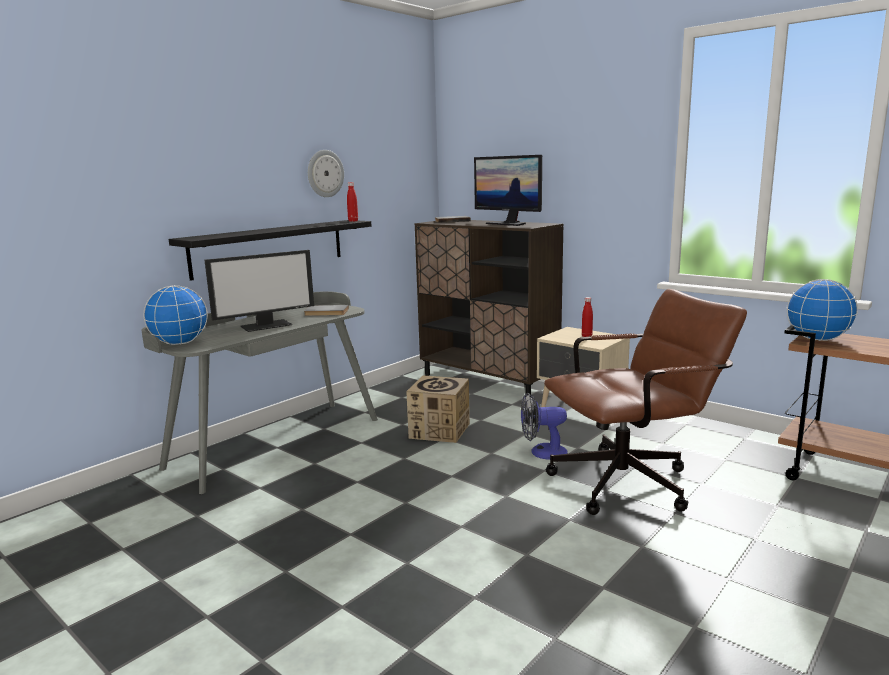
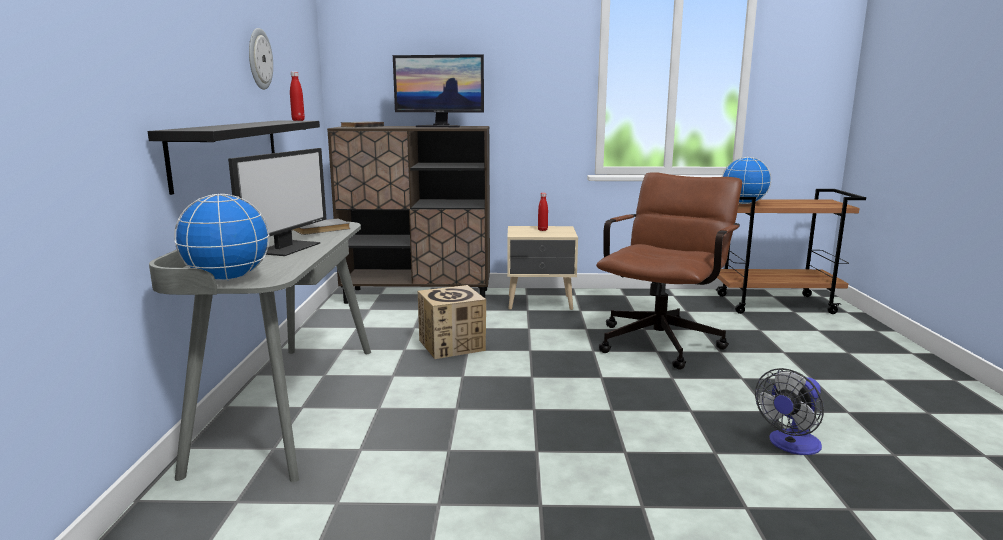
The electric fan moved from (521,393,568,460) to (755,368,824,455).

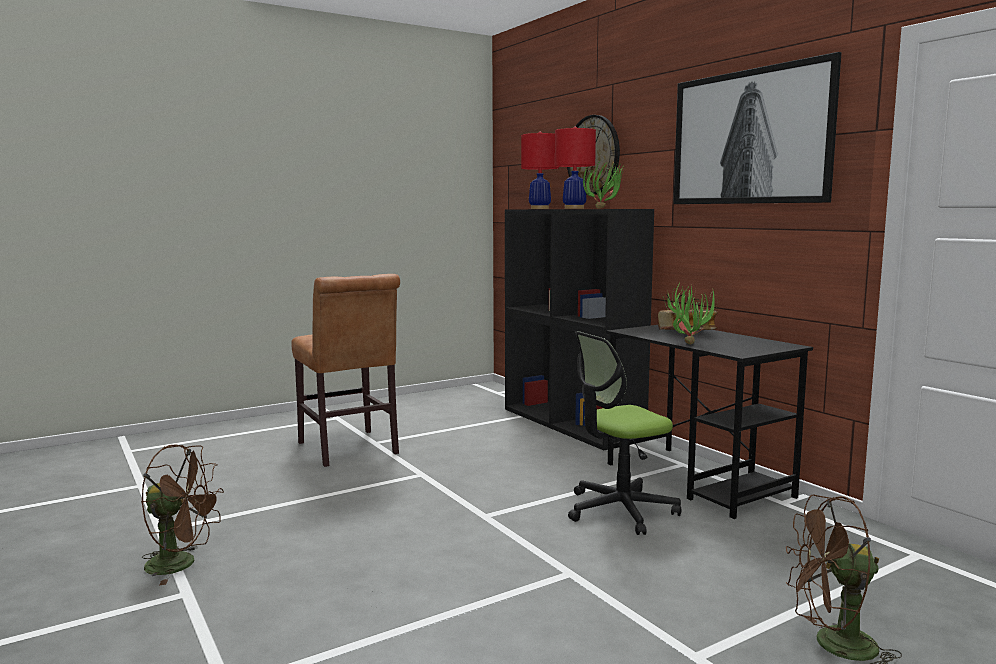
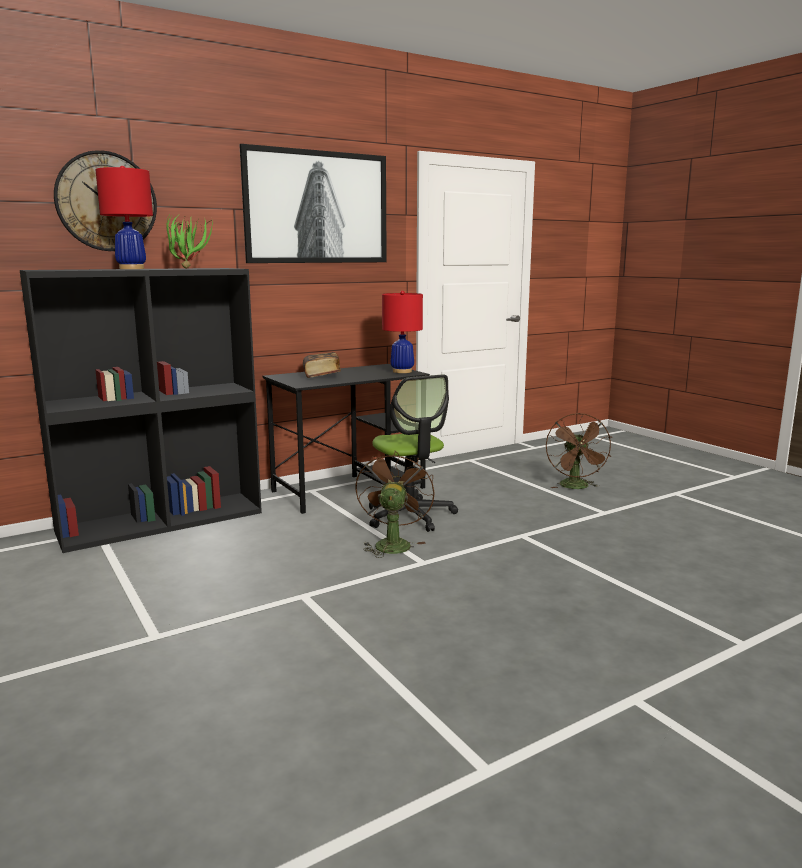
The brown electric fan moved from (141,444,224,586) to (356,451,435,558). The reddish lamp for a table moved from (521,132,559,209) to (382,291,423,373). The brown plain chair at (292,274,400,467) disappeared. The potted plant at (663,283,718,345) disappeared.

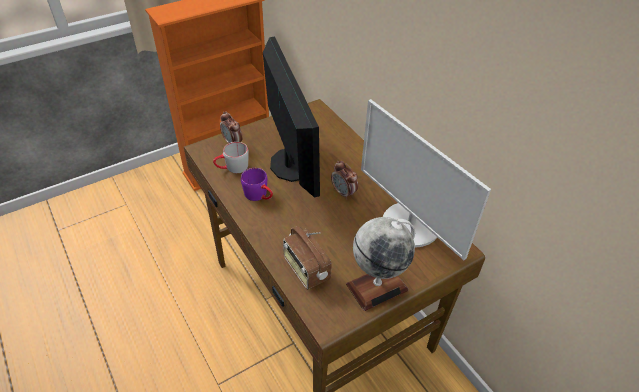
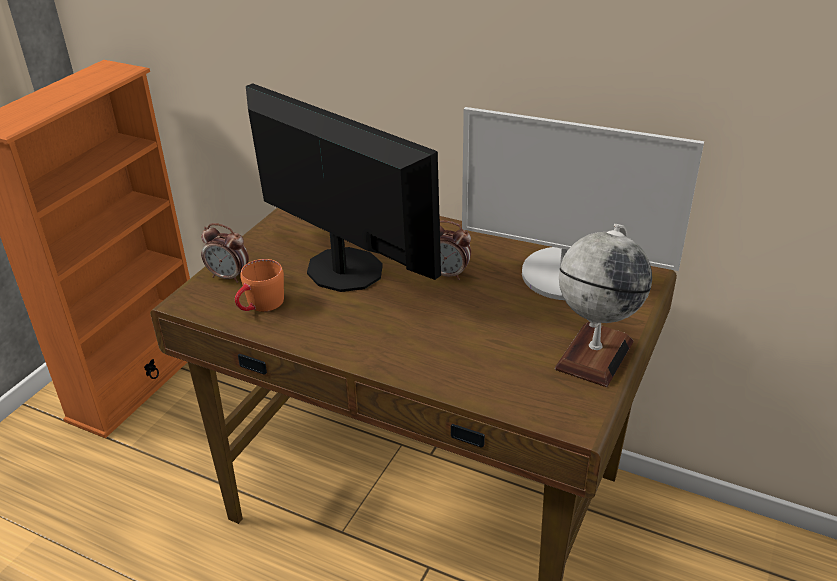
The grey tea mug at (213,142,249,173) became the orange-coloured tea mug at (235,259,284,312). The purplish tea mug at (241,168,273,201) disappeared. The radio at (283,226,332,289) disappeared.

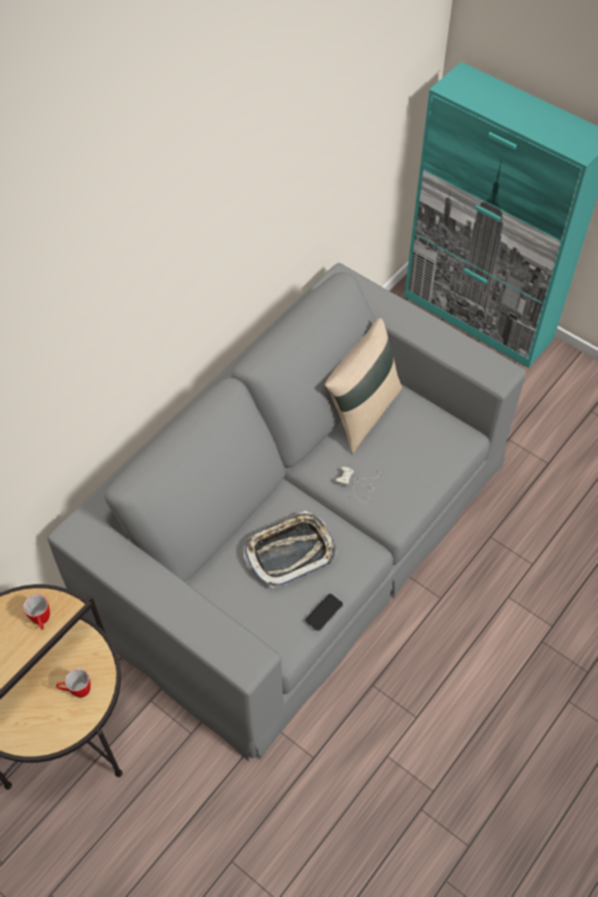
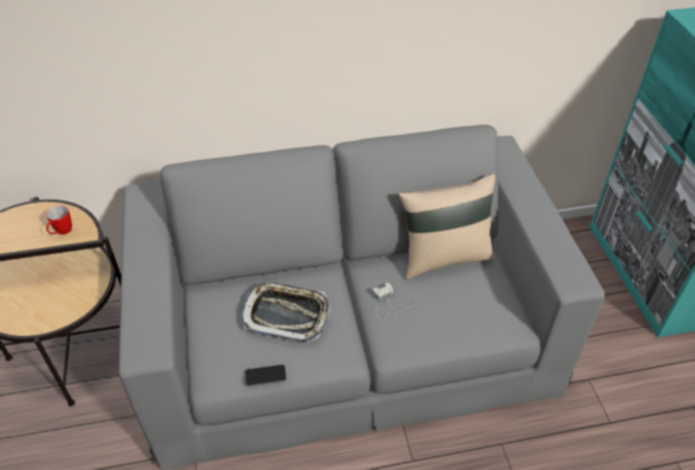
The tea mug at (56,668,91,698) disappeared.

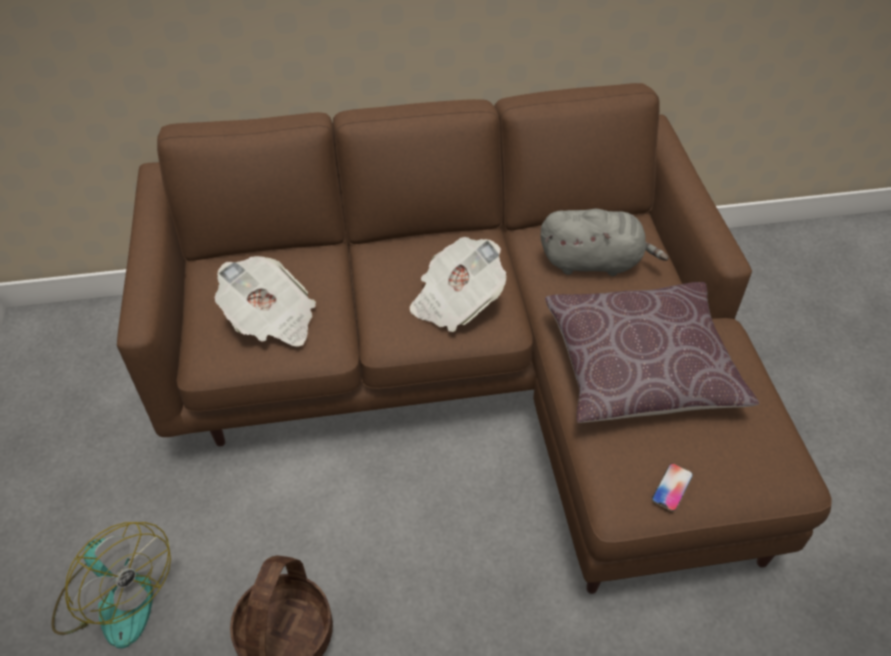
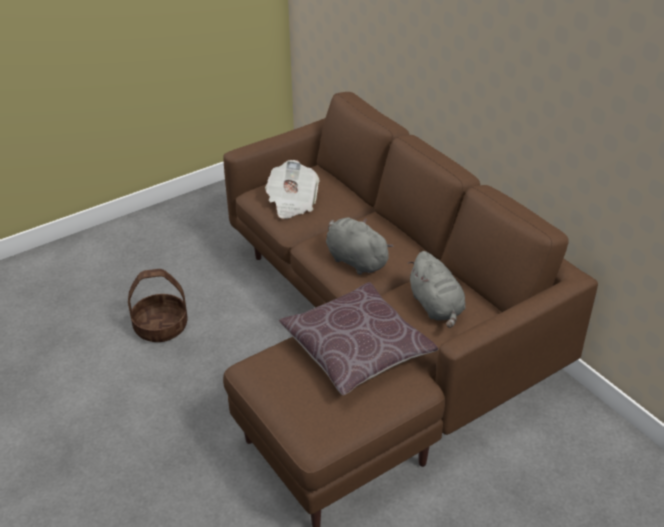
The newspaper at (410,237,507,332) was replaced by the grey soft toy at (326,218,393,275). The electric fan at (51,522,171,649) disappeared. The phone at (652,463,693,512) disappeared.

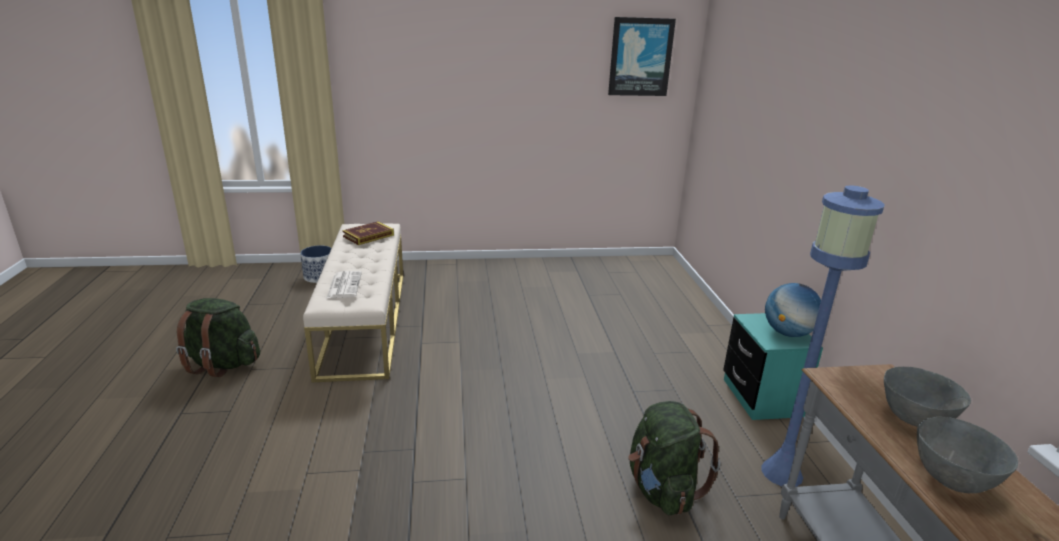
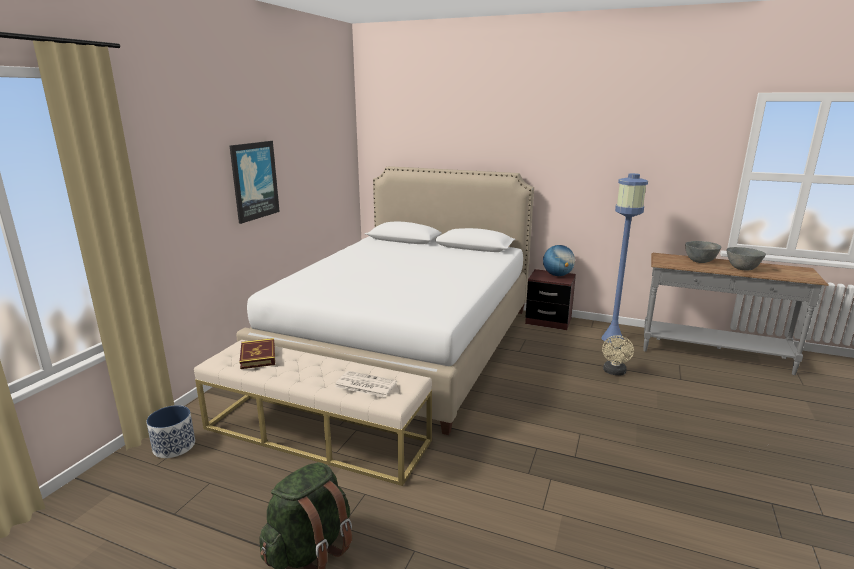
The picture moved from (608,17,676,96) to (230,141,280,224). The whitish bed at (236,166,534,435) appeared. The turquoise bedside table at (723,313,823,420) became the brown bedside table at (525,269,576,330). The greenish knapsack at (629,401,721,515) was replaced by the beige-coloured electric fan at (602,335,634,375).

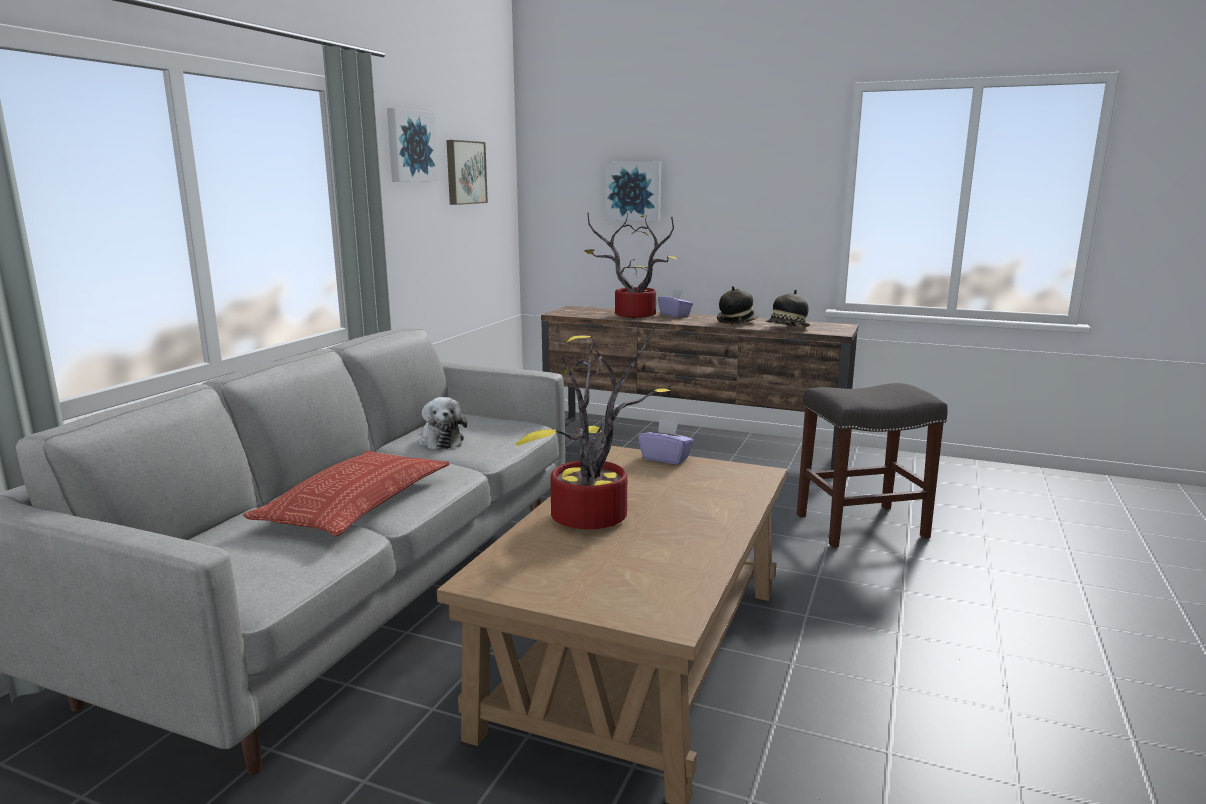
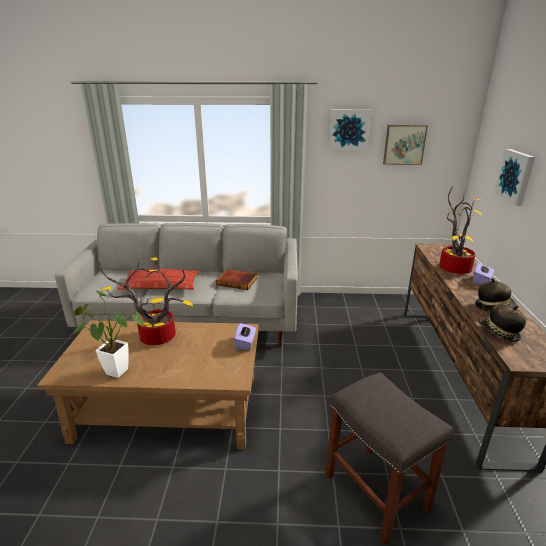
The potted plant at (73,291,143,378) appeared. The soft toy at (418,397,467,450) was replaced by the book at (216,269,257,290).

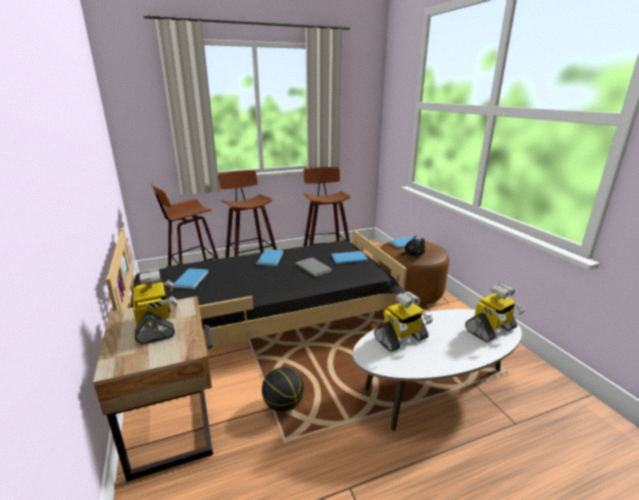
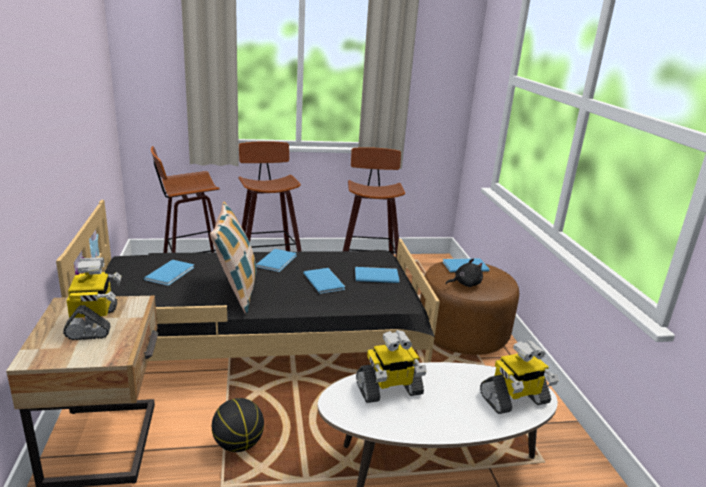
The throw pillow at (210,202,257,314) appeared. The grey book at (295,258,332,277) became the bluish book at (303,268,345,294).

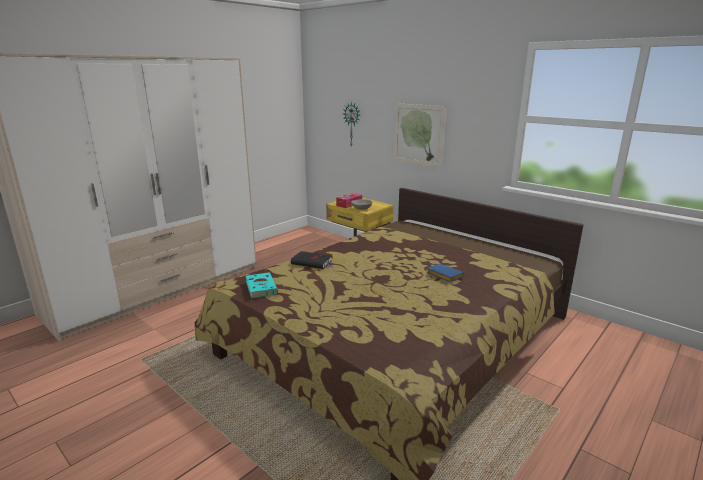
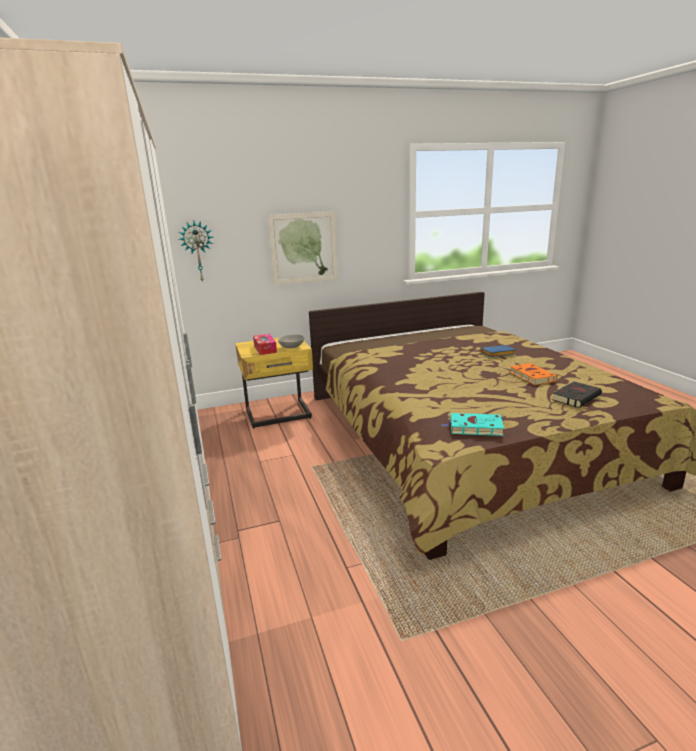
The orange-coloured book at (510,363,557,385) appeared. The blackish book moved from (291,251,334,269) to (552,382,602,408).

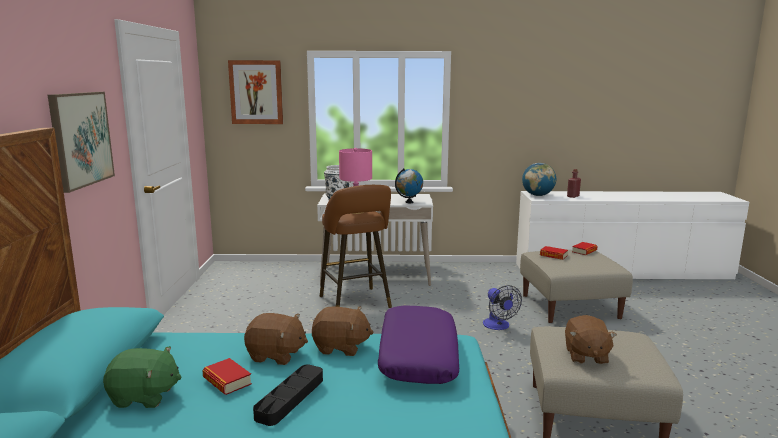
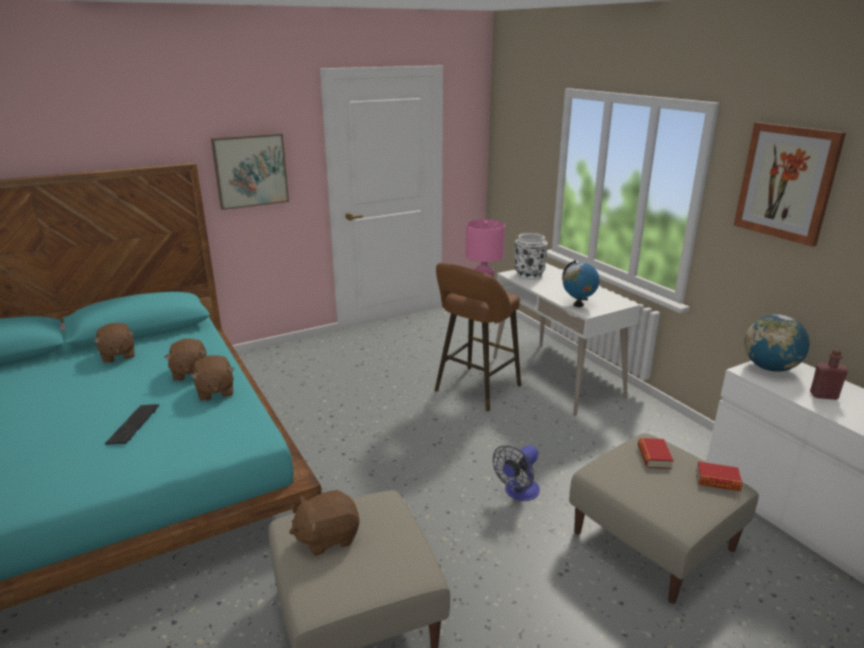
The greenish soft toy at (103,346,181,408) became the brown soft toy at (93,323,134,363). The computer keyboard at (105,404,159,445) appeared. The picture moved from (228,60,283,124) to (734,122,846,247). The book at (202,358,252,395) disappeared. The blackish serving tray at (253,364,323,426) disappeared. The purplish throw pillow at (378,306,459,384) disappeared.

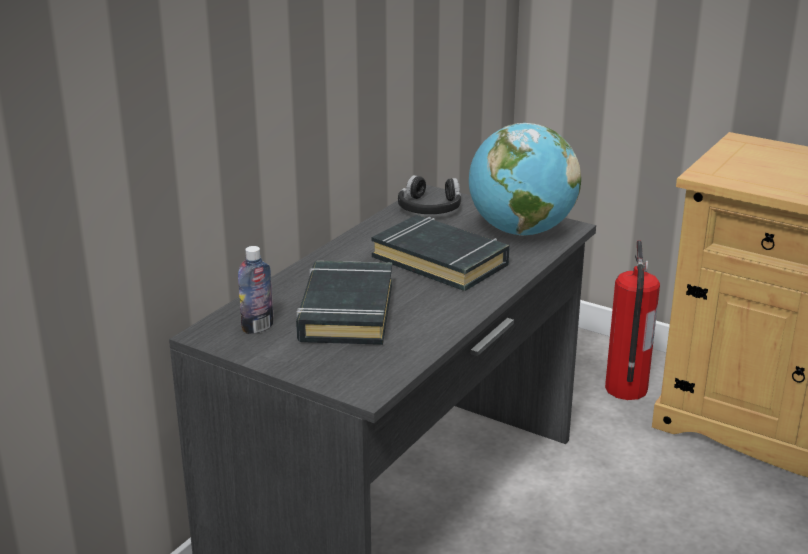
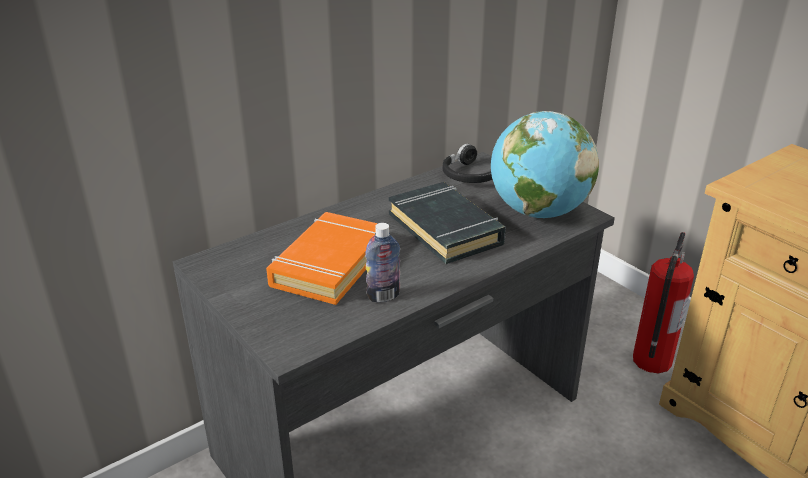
The blackish book at (296,261,392,345) became the orange-coloured book at (266,212,378,305). The drink bottle moved from (238,246,273,334) to (365,223,400,302).

